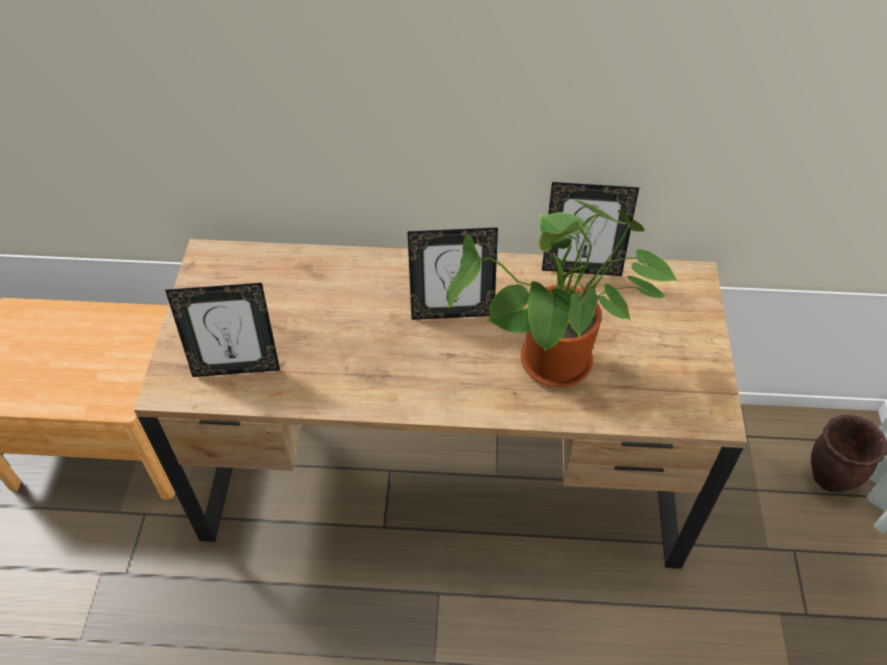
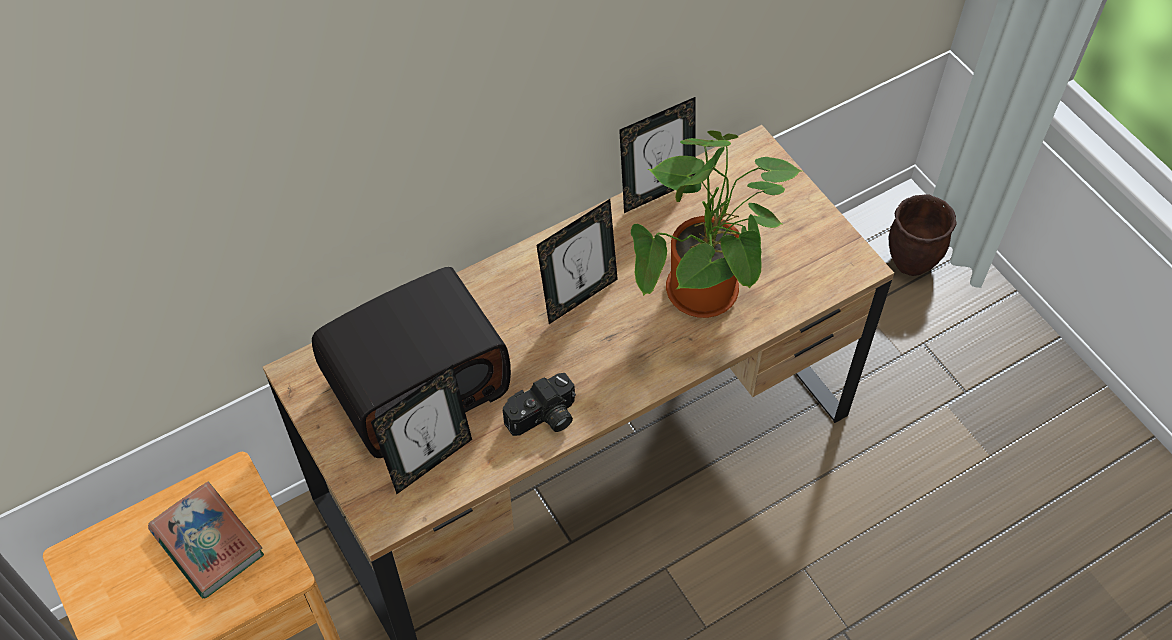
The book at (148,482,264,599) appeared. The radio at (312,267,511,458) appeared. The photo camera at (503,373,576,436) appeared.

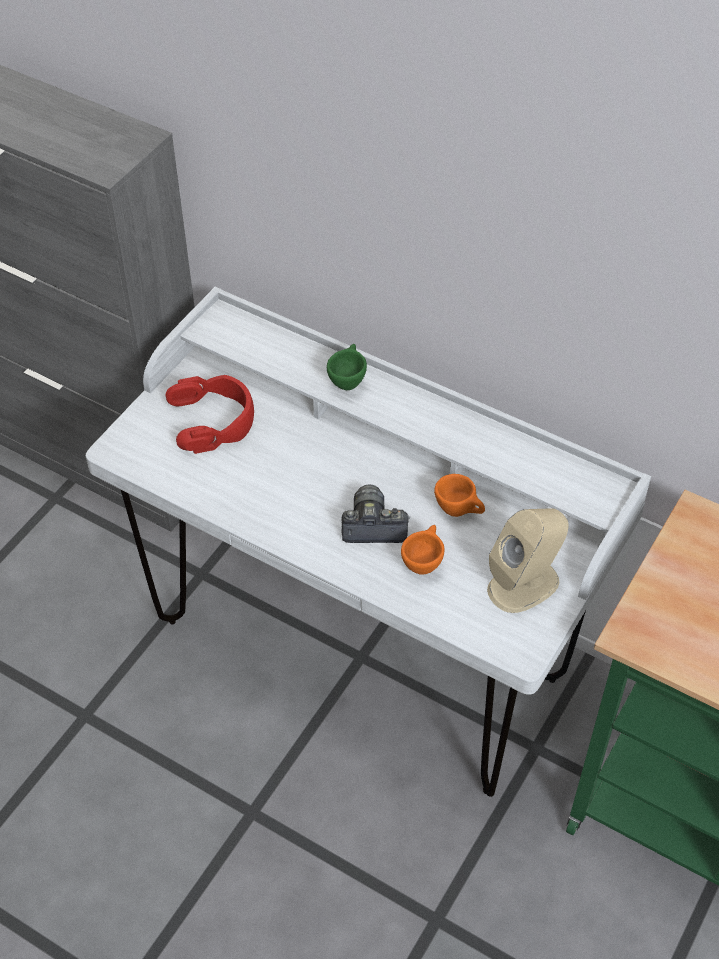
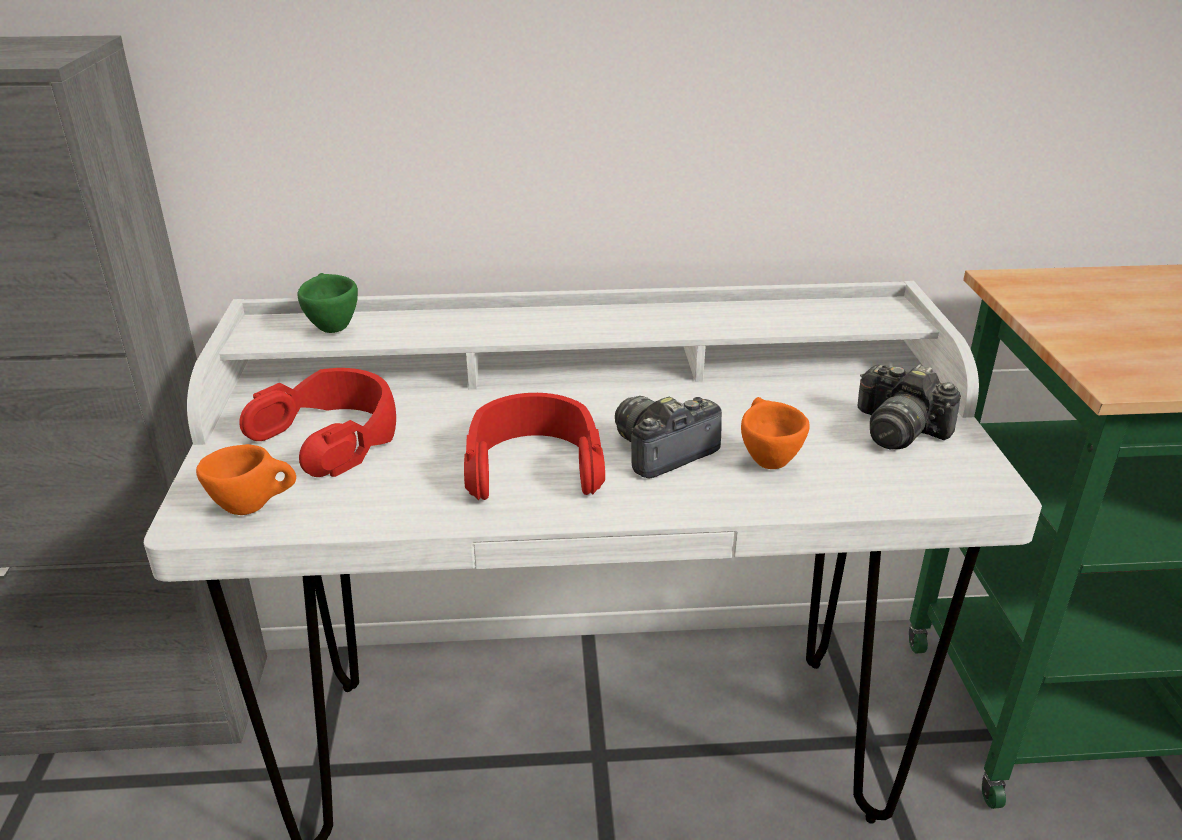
The orange-coloured small cup moved from (434,474,485,517) to (196,444,296,515). The greenish small cup moved from (327,344,367,390) to (297,273,358,333). The reddish headset at (464,393,605,500) appeared. The beige-coloured speaker at (487,508,568,613) was replaced by the photo camera at (857,364,961,450).

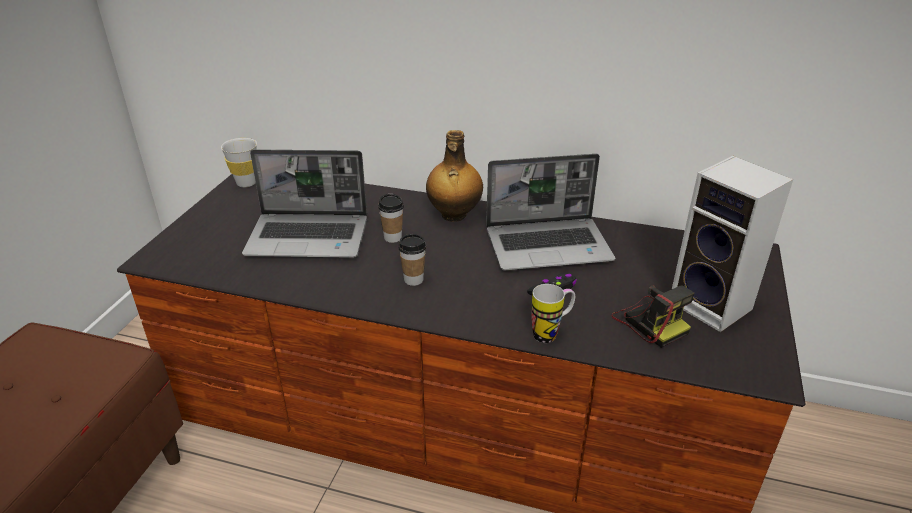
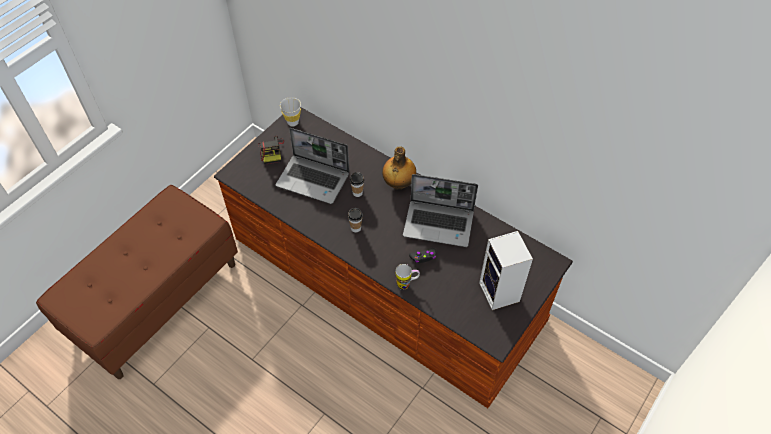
The photo camera moved from (612,285,695,348) to (258,136,284,164).

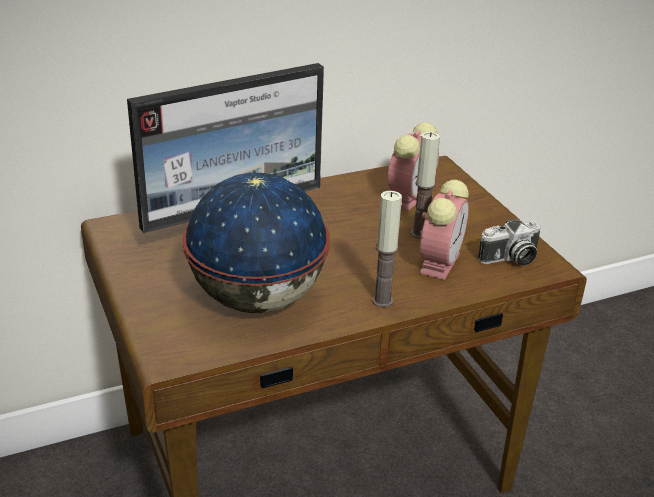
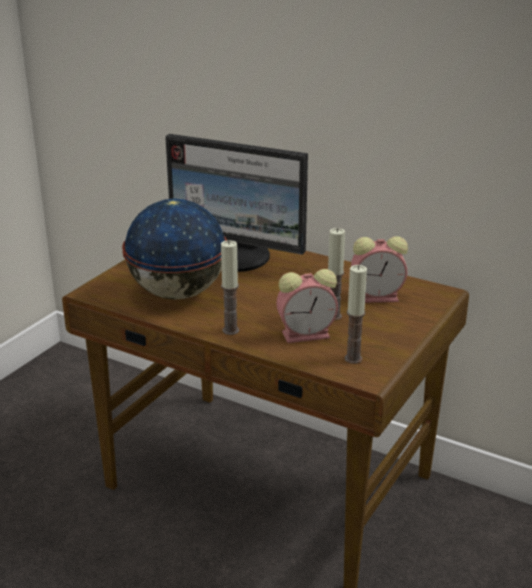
The photo camera at (478,219,541,266) was replaced by the wax candle at (345,265,367,364).

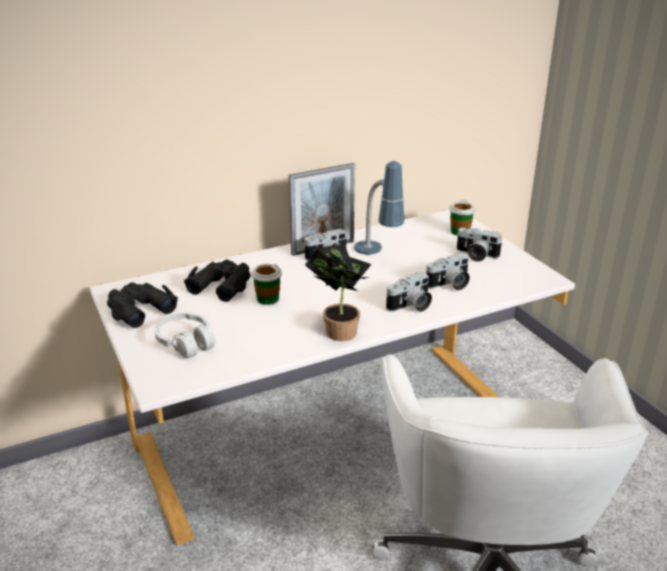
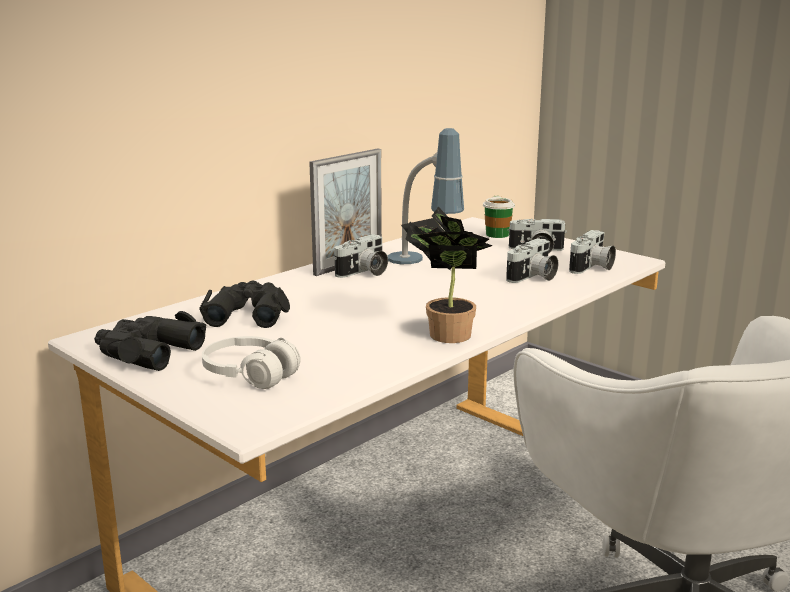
The photo camera moved from (386,272,432,312) to (569,230,616,274). The small cup at (251,264,282,305) disappeared.

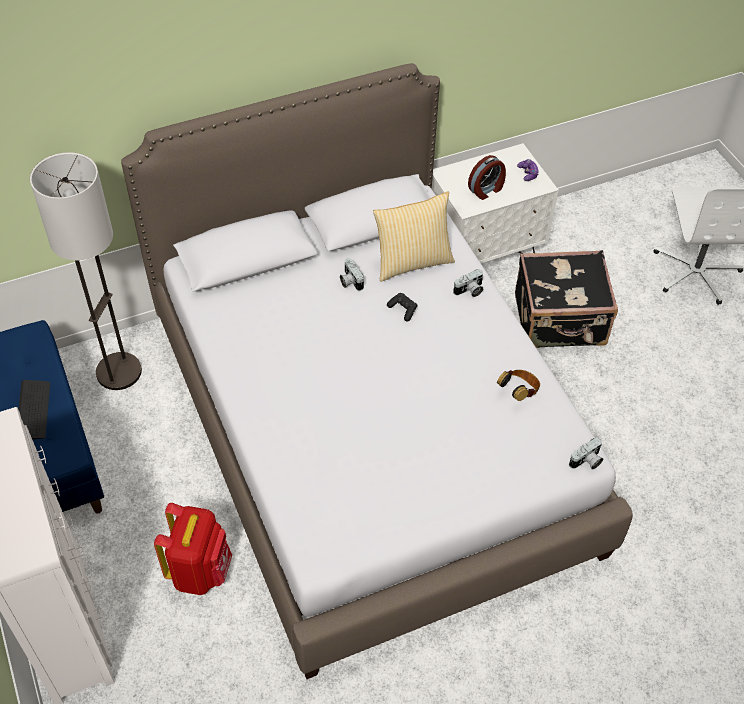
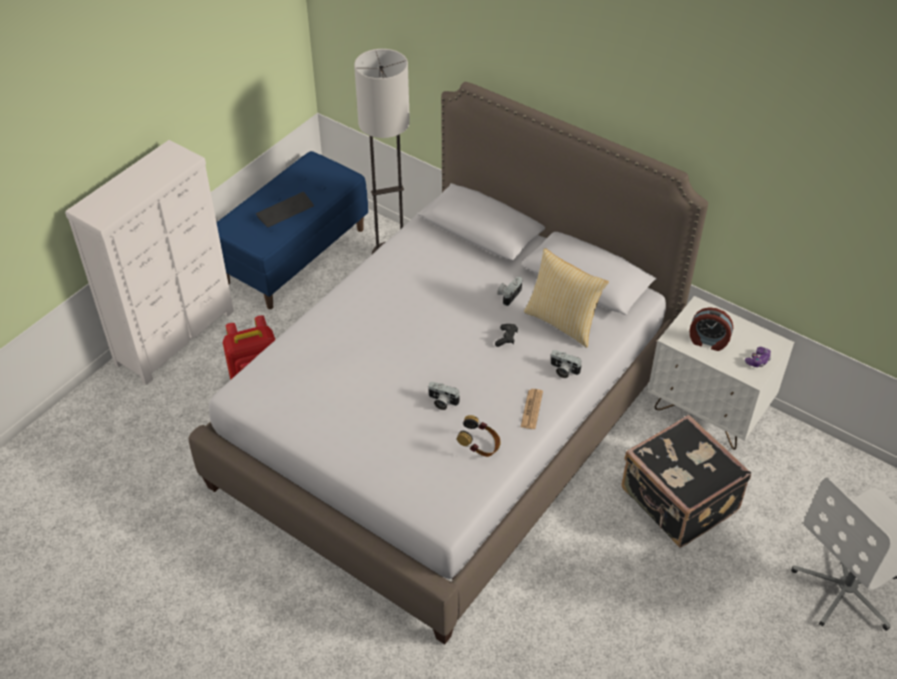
The photo camera moved from (569,438,603,469) to (429,382,460,410). The newspaper at (521,389,543,429) appeared.

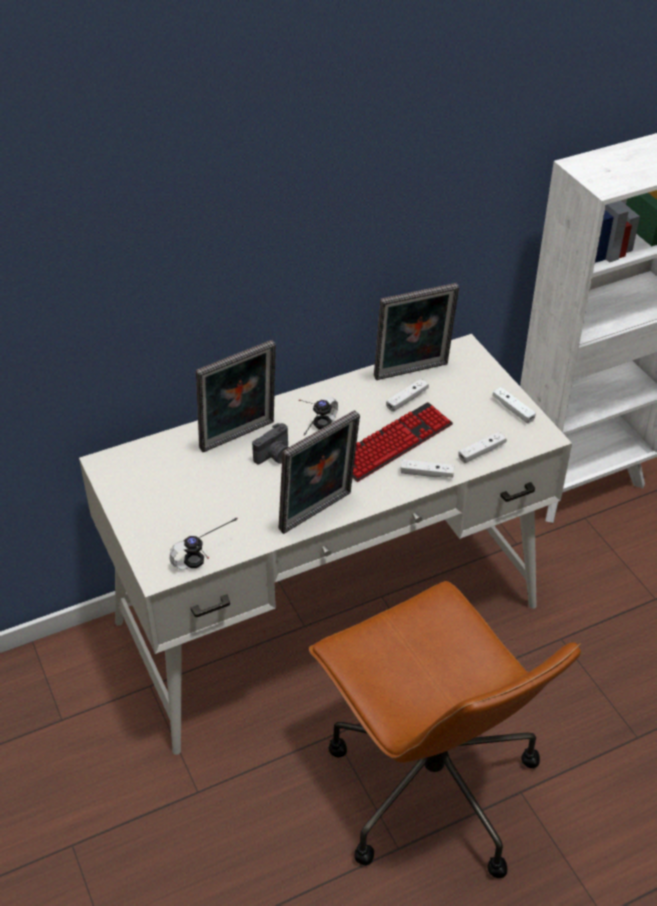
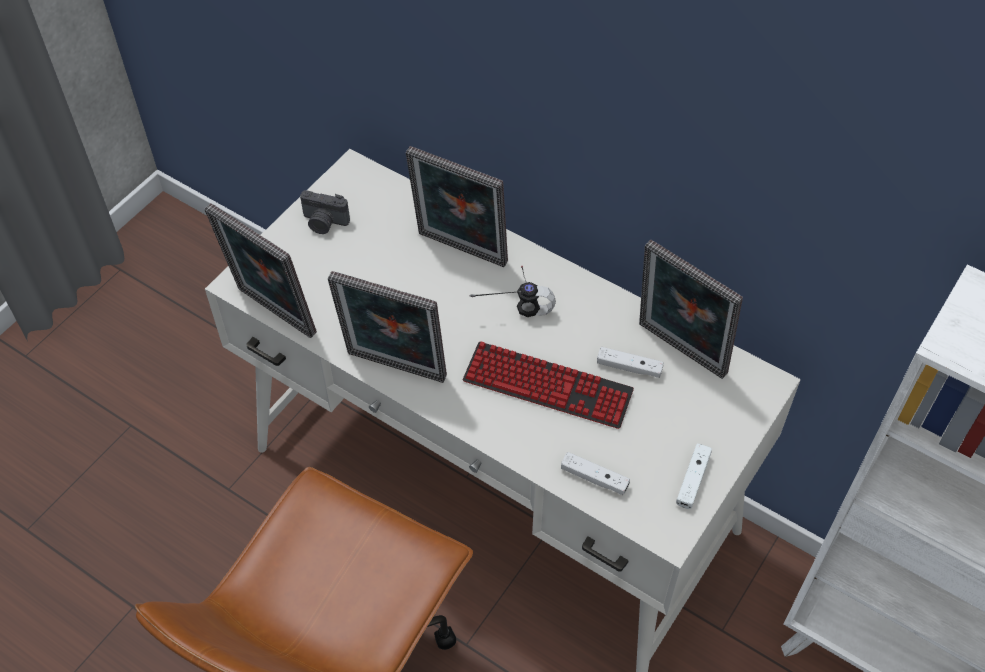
The headset at (170,518,238,570) was replaced by the picture frame at (204,203,317,338). The photo camera moved from (252,423,289,464) to (300,190,350,234). The whitish gamepad at (401,459,455,478) disappeared.

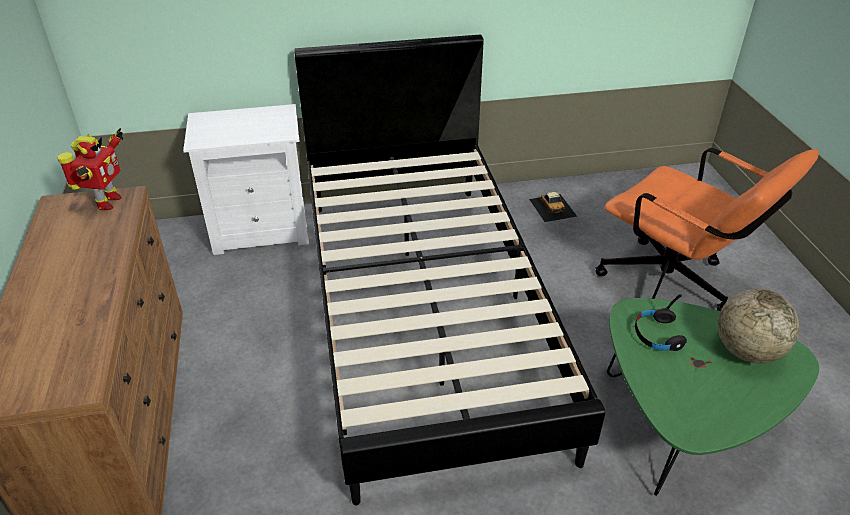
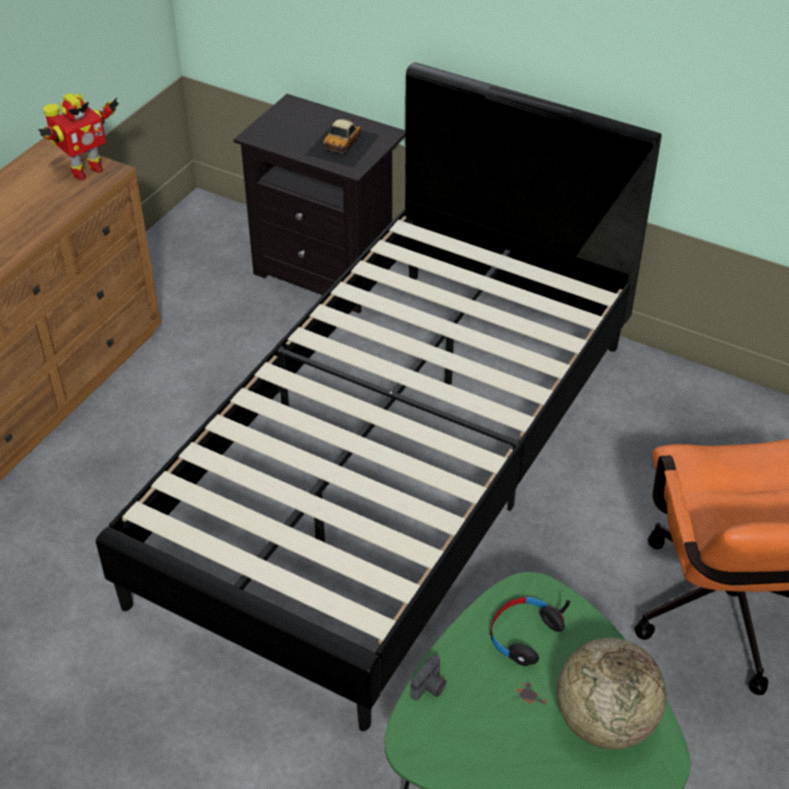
The whitish bedside table at (183,104,309,255) became the blackish bedside table at (233,94,406,313). The toy car moved from (529,192,577,222) to (305,119,380,168). The photo camera at (410,655,447,700) appeared.

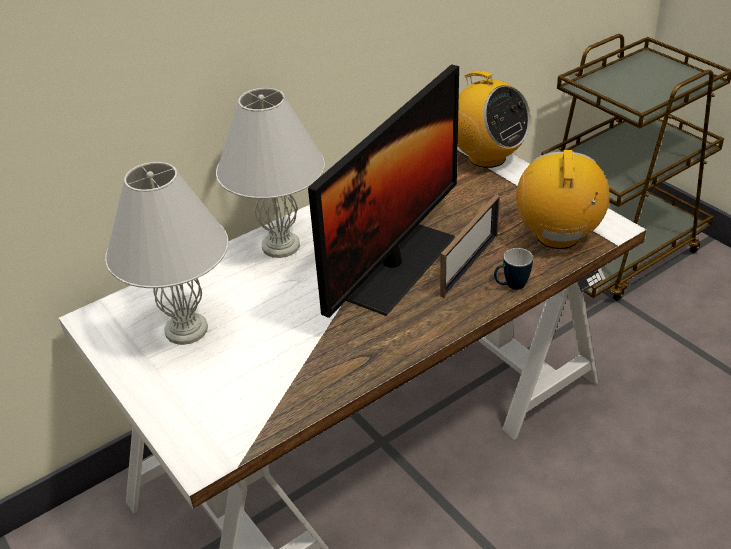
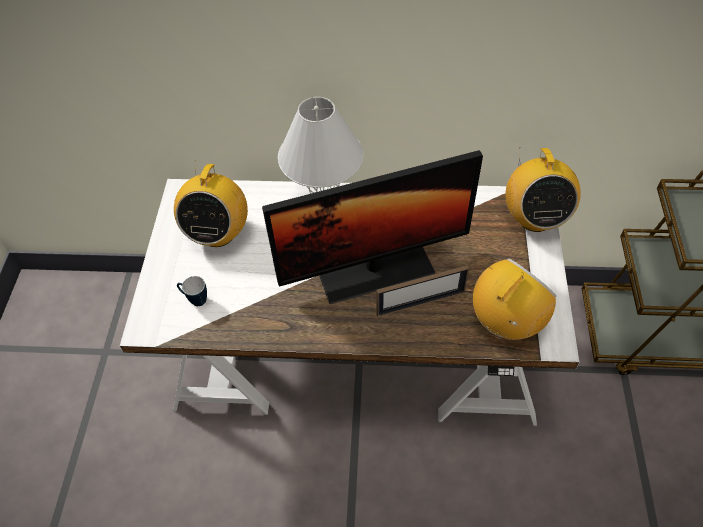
The whitish lamp for a table at (105,162,228,345) was replaced by the radio at (174,164,248,247). The tea mug moved from (494,248,533,290) to (177,276,207,306).

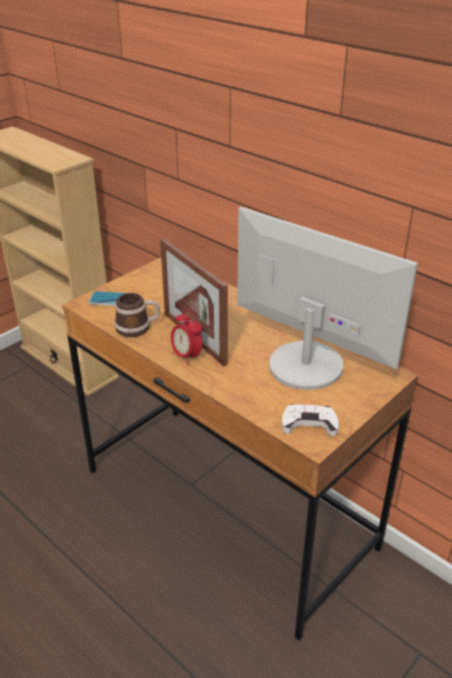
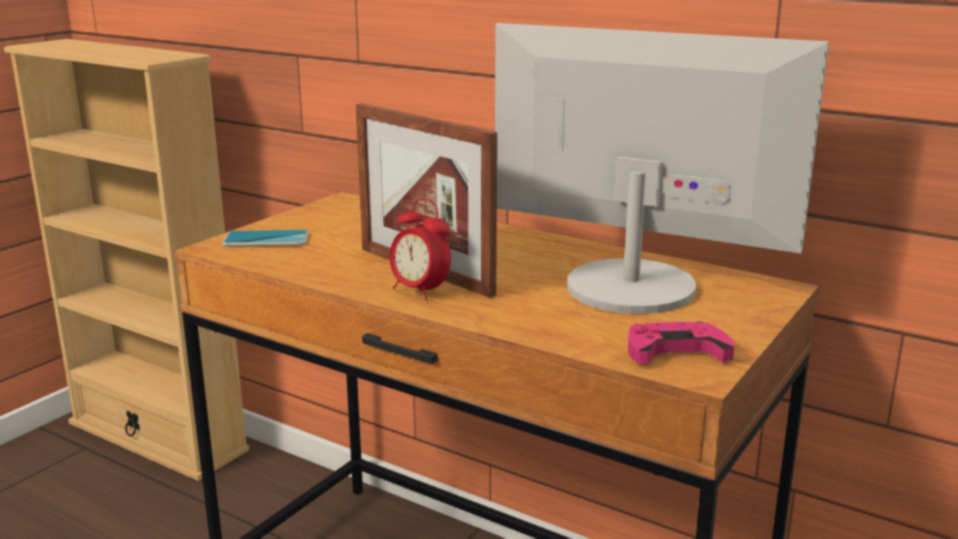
The whitish gamepad at (282,404,339,437) became the pink-coloured gamepad at (628,321,734,364). The tea mug at (114,293,160,337) disappeared.

